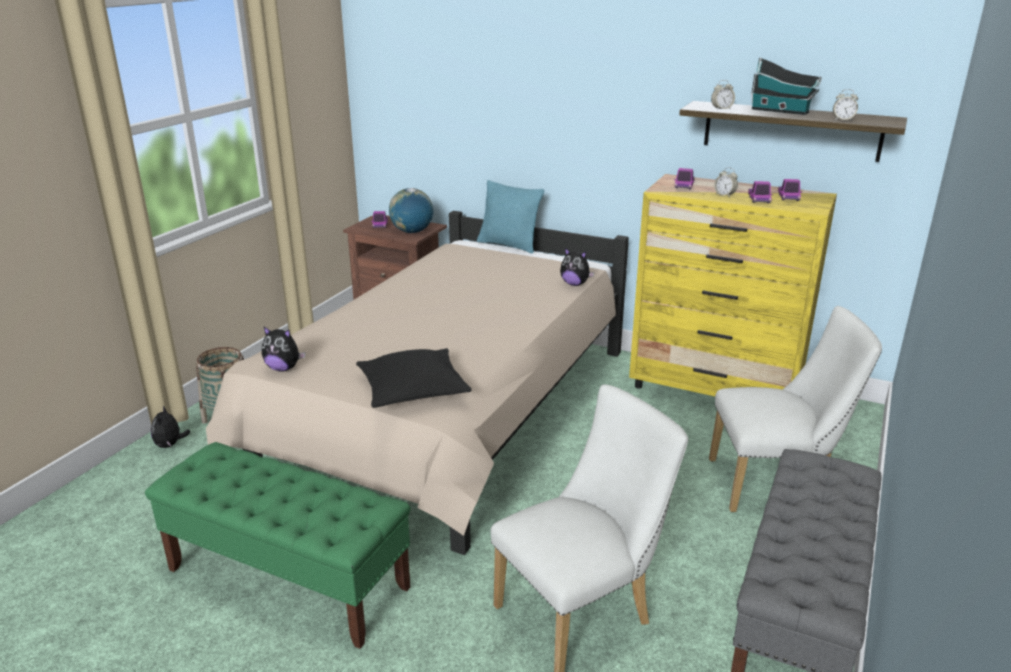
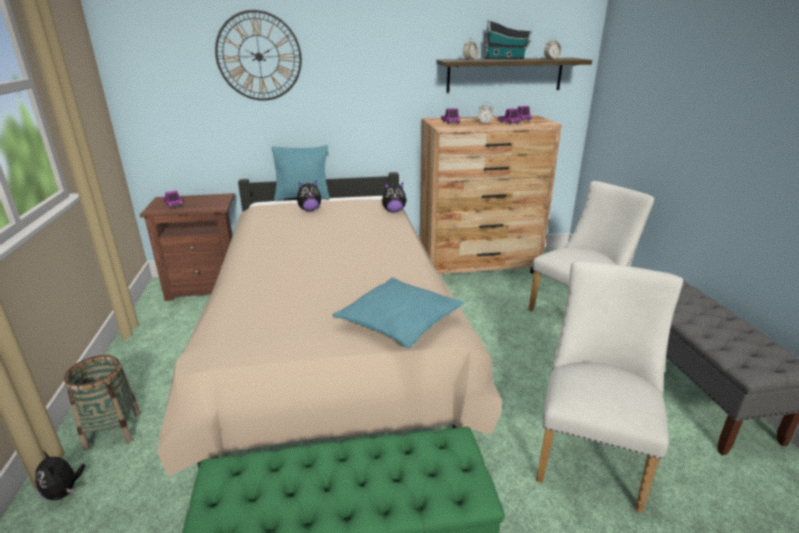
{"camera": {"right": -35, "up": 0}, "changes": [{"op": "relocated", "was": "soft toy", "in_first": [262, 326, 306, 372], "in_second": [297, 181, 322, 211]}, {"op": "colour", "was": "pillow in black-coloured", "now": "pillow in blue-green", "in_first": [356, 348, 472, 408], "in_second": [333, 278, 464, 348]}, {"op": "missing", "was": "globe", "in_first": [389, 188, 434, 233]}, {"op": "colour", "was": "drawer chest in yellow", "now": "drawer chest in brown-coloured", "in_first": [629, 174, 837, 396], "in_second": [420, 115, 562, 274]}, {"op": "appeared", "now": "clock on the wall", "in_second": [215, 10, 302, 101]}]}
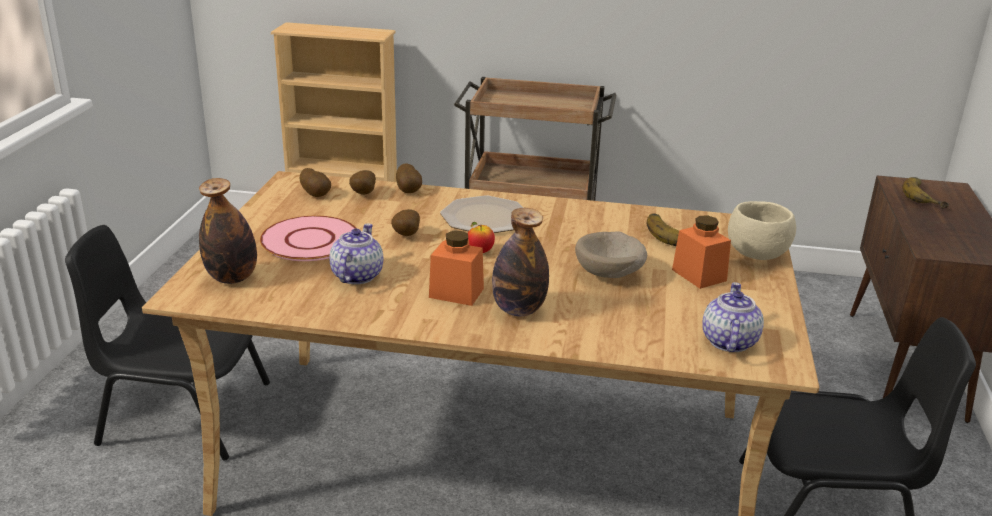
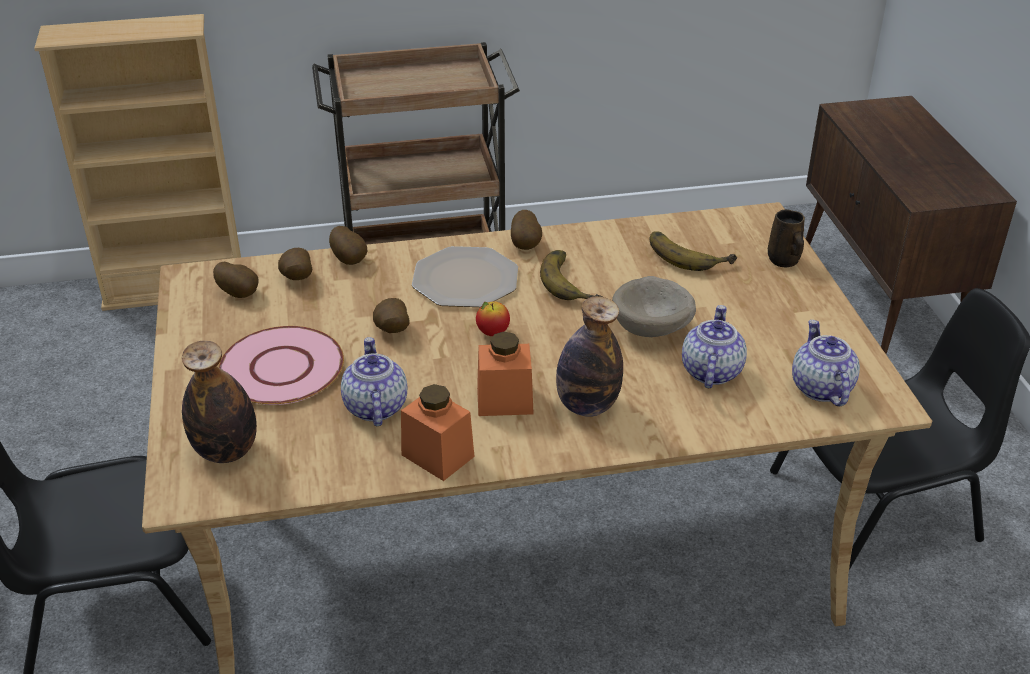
{"camera": {"right": -20, "up": 10}, "changes": [{"op": "relocated", "was": "storage jar in orangey", "in_first": [672, 216, 731, 289], "in_second": [401, 384, 475, 481]}, {"op": "exchanged", "was": "deep dish in beige-coloured", "now": "tea mug in brown-coloured", "in_first": [728, 201, 796, 260], "in_second": [768, 209, 805, 267]}, {"op": "relocated", "was": "whole banana", "in_first": [902, 177, 949, 208], "in_second": [540, 250, 603, 300]}, {"op": "appeared", "now": "potato", "in_second": [511, 210, 542, 250]}, {"op": "appeared", "now": "teapot", "in_second": [682, 305, 747, 388]}]}
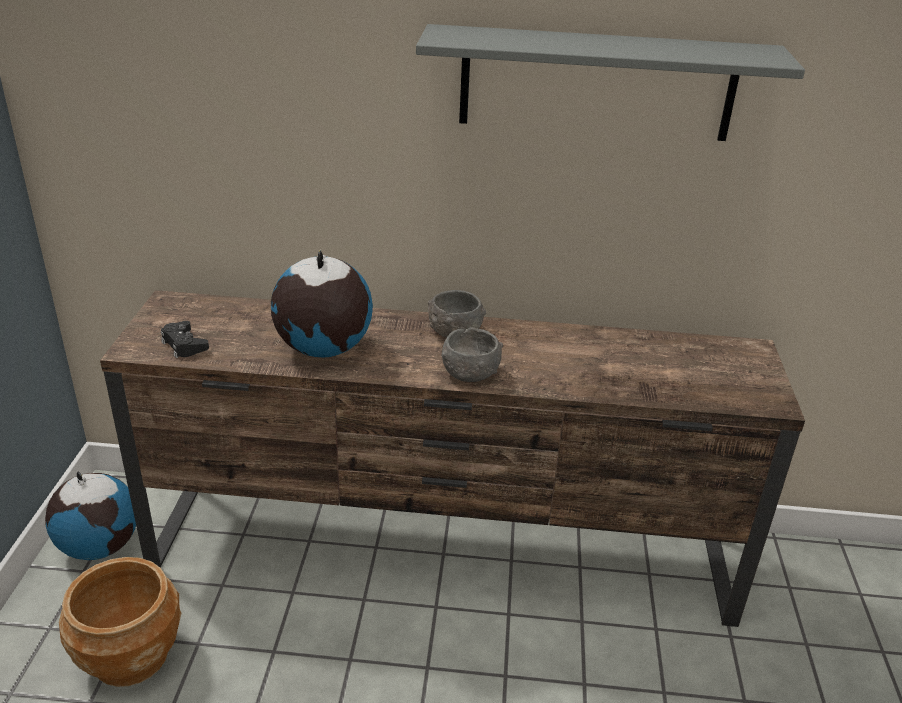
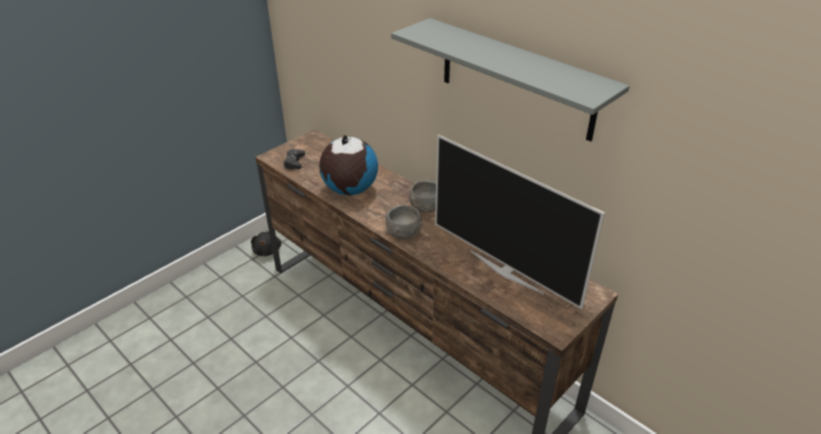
{"camera": {"right": 40, "up": 5}, "changes": [{"op": "exchanged", "was": "globe", "now": "soft toy in black-coloured", "in_first": [45, 472, 136, 560], "in_second": [251, 232, 281, 256]}, {"op": "missing", "was": "planter in brown-coloured", "in_first": [59, 557, 181, 687]}, {"op": "appeared", "now": "TV", "in_second": [435, 134, 605, 309]}]}
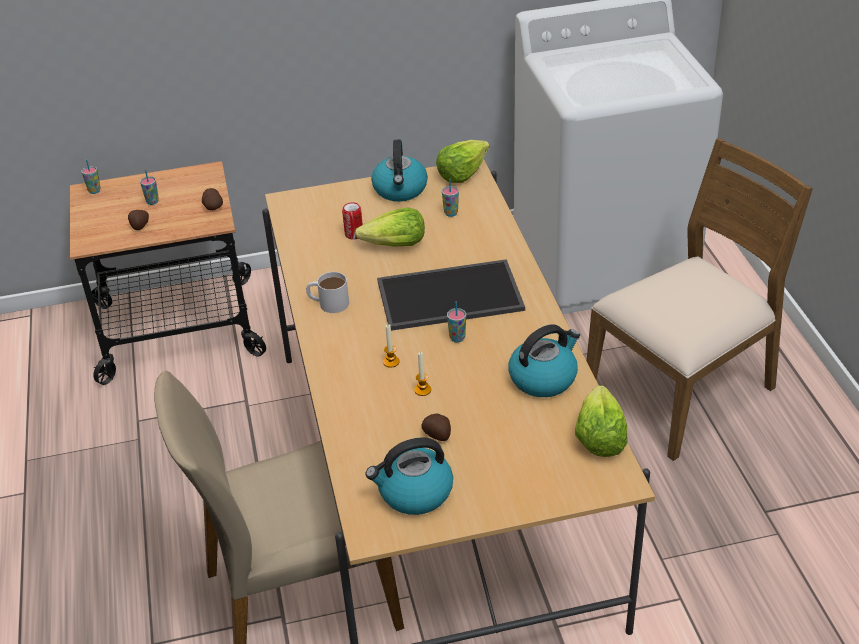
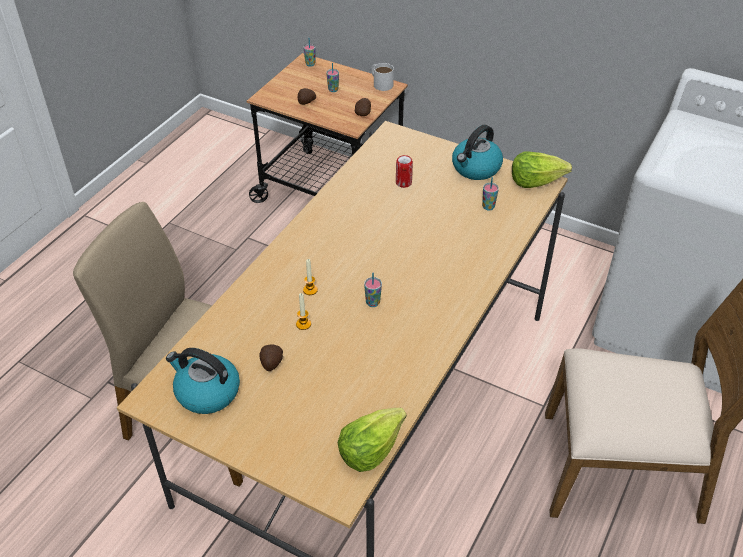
{"camera": {"right": 40, "up": 5}, "changes": [{"op": "relocated", "was": "tea mug in white", "in_first": [306, 272, 349, 313], "in_second": [371, 63, 394, 91]}, {"op": "missing", "was": "head of lettuce", "in_first": [355, 207, 425, 247]}, {"op": "missing", "was": "tray", "in_first": [377, 259, 525, 331]}, {"op": "missing", "was": "kettle", "in_first": [508, 324, 580, 397]}]}
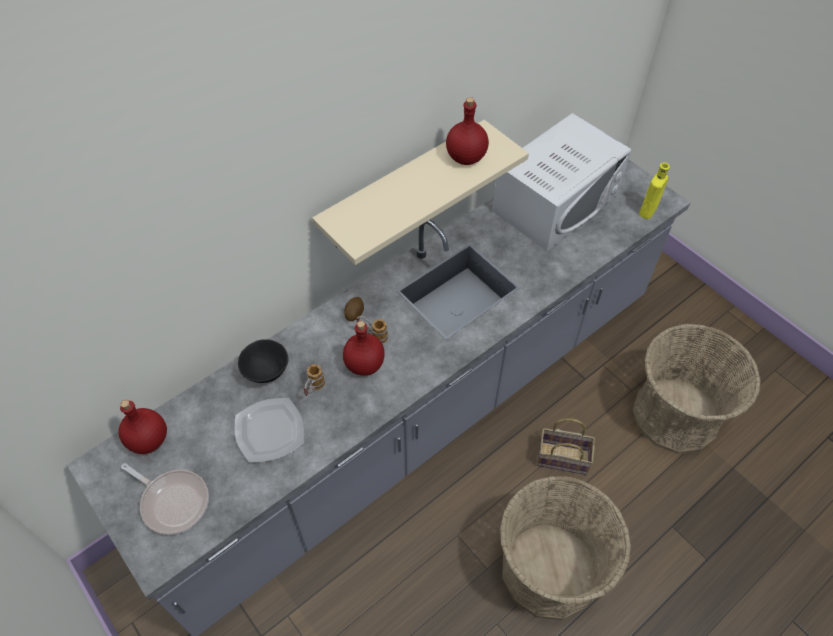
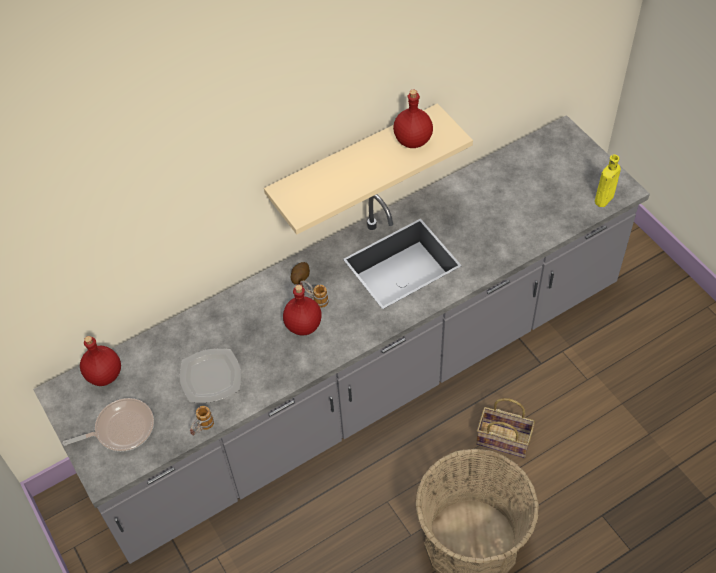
{"camera": {"right": 10, "up": 0}, "changes": [{"op": "spun", "was": "skillet", "in_first": [121, 463, 209, 535], "in_second": [63, 398, 154, 452], "clockwise": -60}, {"op": "missing", "was": "deep dish in black-coloured", "in_first": [238, 339, 288, 383]}, {"op": "relocated", "was": "tea mug", "in_first": [304, 364, 325, 396], "in_second": [190, 406, 214, 435]}, {"op": "missing", "was": "kitchen microwave in white", "in_first": [492, 113, 631, 251]}, {"op": "missing", "was": "storage basket", "in_first": [633, 324, 761, 454]}]}
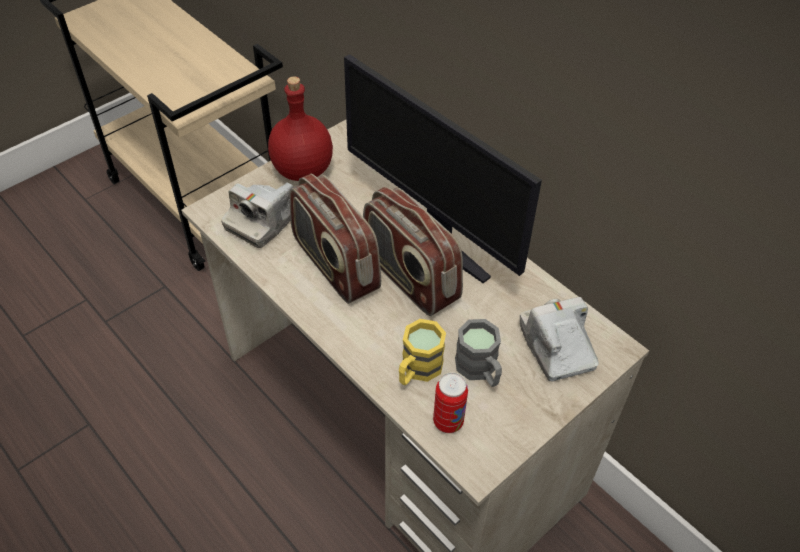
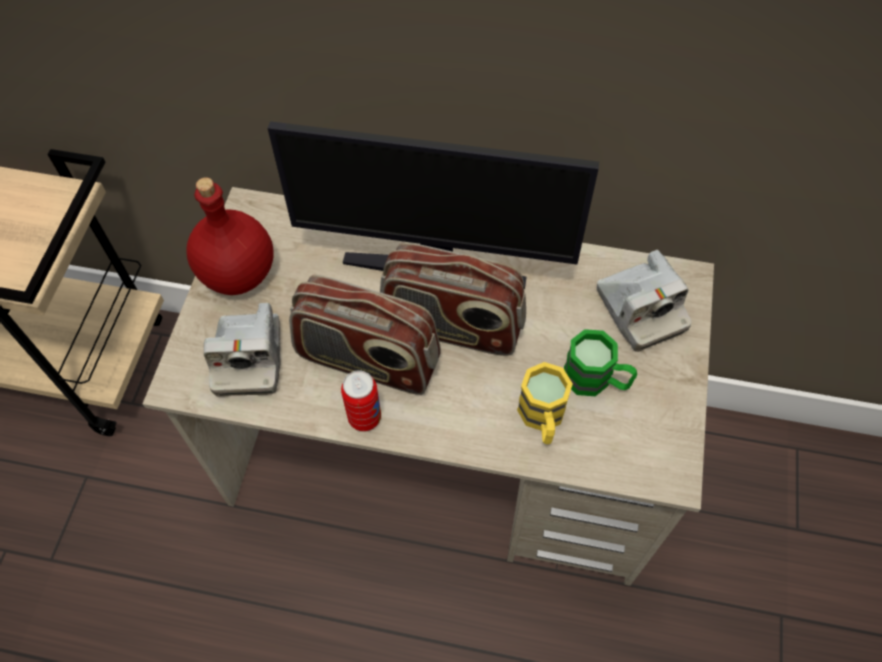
{"camera": {"right": -35, "up": 10}, "changes": [{"op": "relocated", "was": "can", "in_first": [433, 373, 468, 433], "in_second": [341, 370, 381, 431]}, {"op": "colour", "was": "tea mug in greyish", "now": "tea mug in green", "in_first": [455, 319, 502, 387], "in_second": [564, 329, 637, 396]}, {"op": "spun", "was": "photo camera", "in_first": [520, 297, 599, 382], "in_second": [597, 250, 692, 352], "clockwise": -150}]}
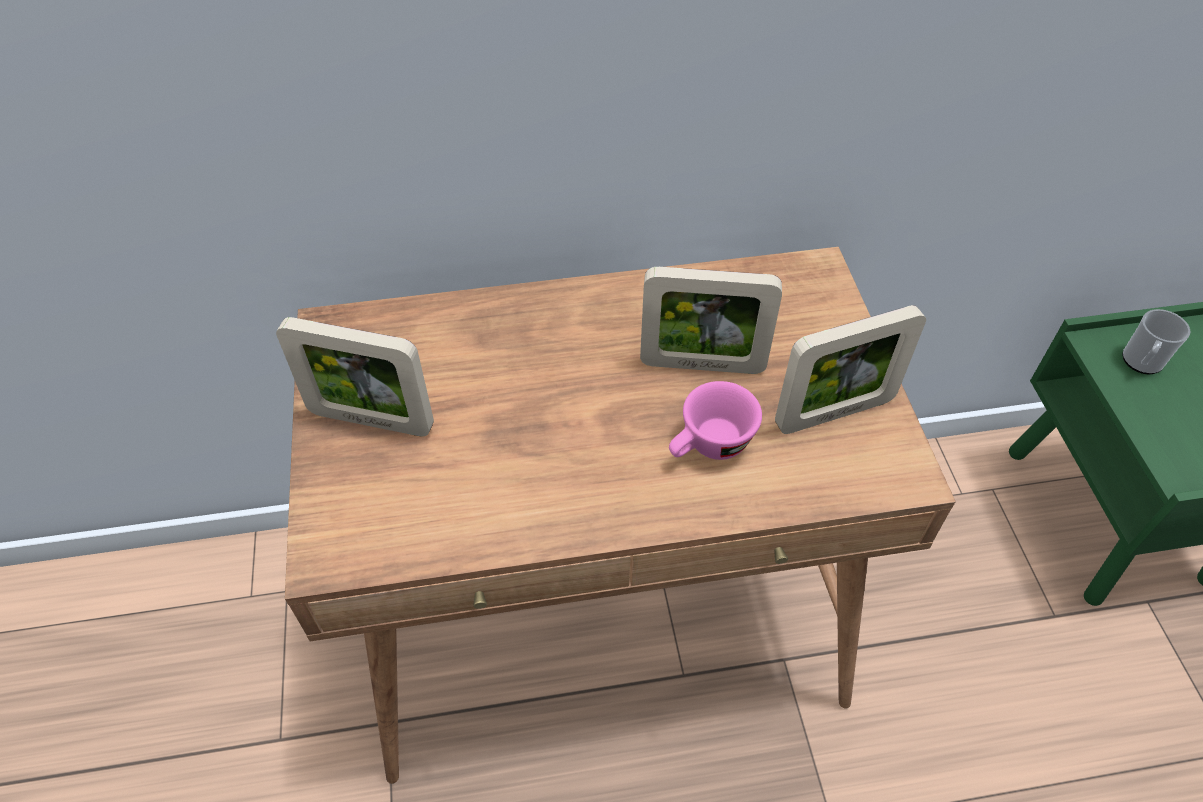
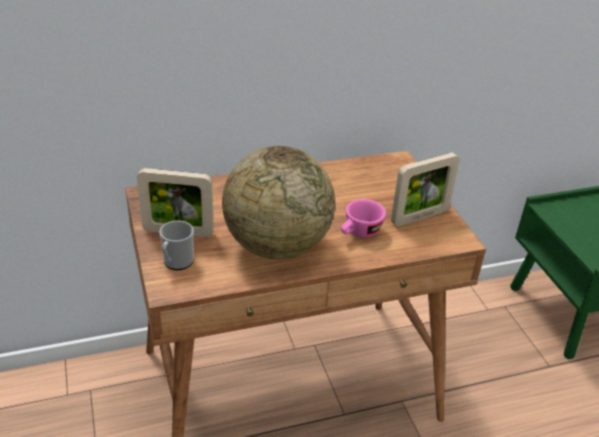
{"camera": {"right": -10, "up": -15}, "changes": [{"op": "missing", "was": "picture frame", "in_first": [640, 267, 782, 374]}, {"op": "relocated", "was": "tea mug", "in_first": [1122, 309, 1190, 374], "in_second": [159, 220, 194, 270]}, {"op": "appeared", "now": "globe", "in_second": [222, 146, 335, 259]}]}
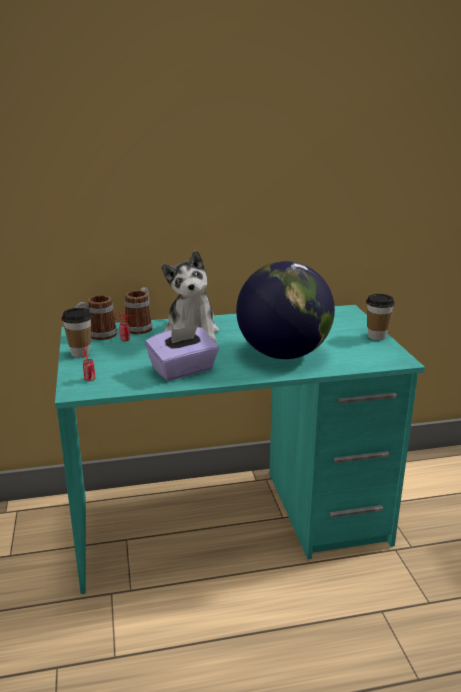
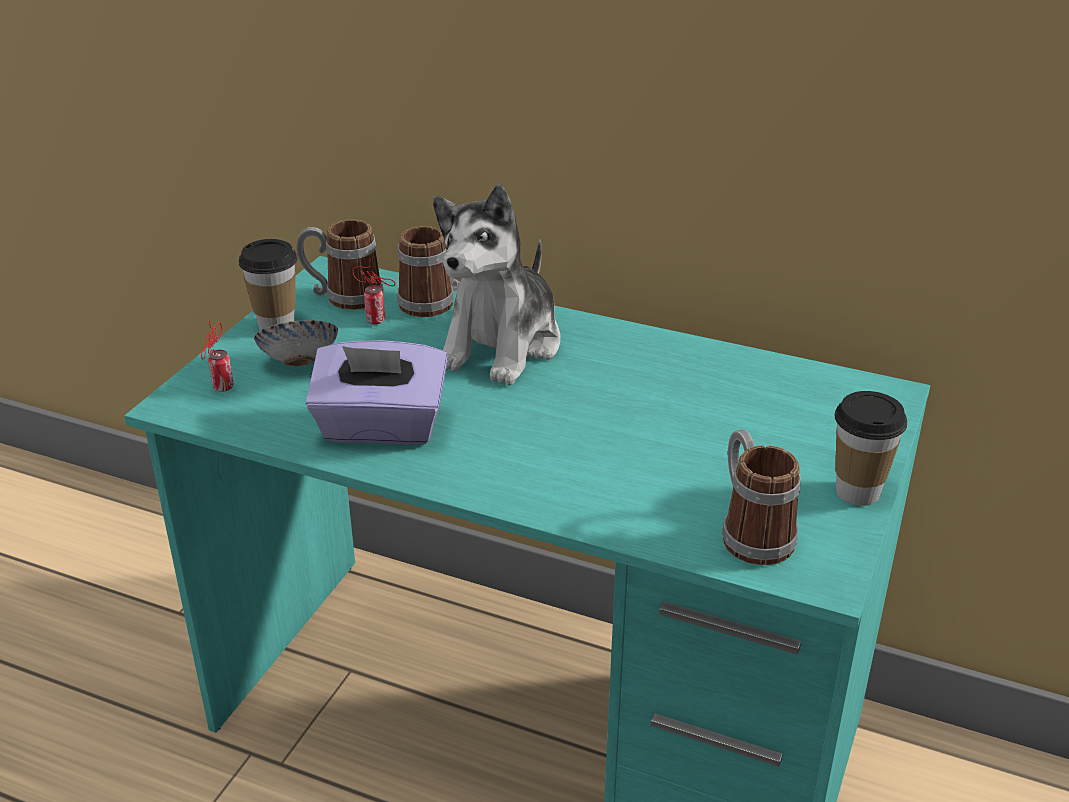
{"camera": {"right": 35, "up": 10}, "changes": [{"op": "missing", "was": "globe", "in_first": [236, 261, 335, 359]}, {"op": "appeared", "now": "deep dish", "in_second": [254, 320, 338, 366]}, {"op": "appeared", "now": "tea mug", "in_second": [722, 429, 801, 565]}]}
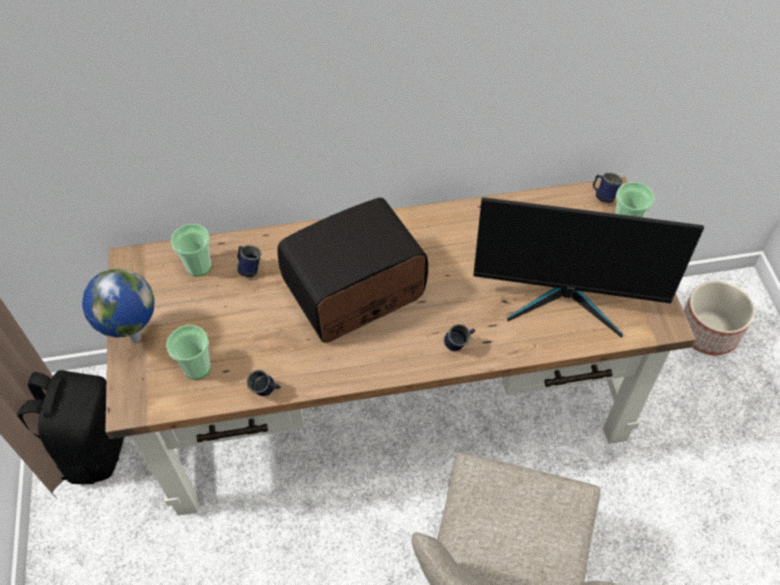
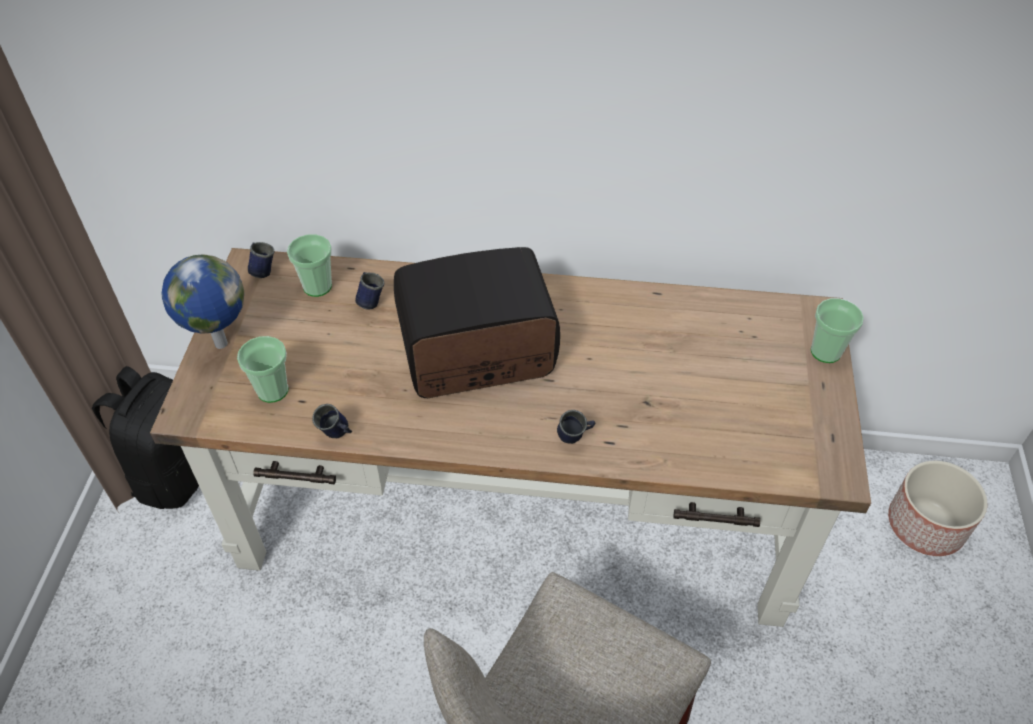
{"camera": {"right": 15, "up": -5}, "changes": [{"op": "missing", "was": "monitor", "in_first": [473, 197, 704, 338]}, {"op": "relocated", "was": "tea mug in blue", "in_first": [593, 173, 623, 203], "in_second": [248, 242, 274, 278]}]}
